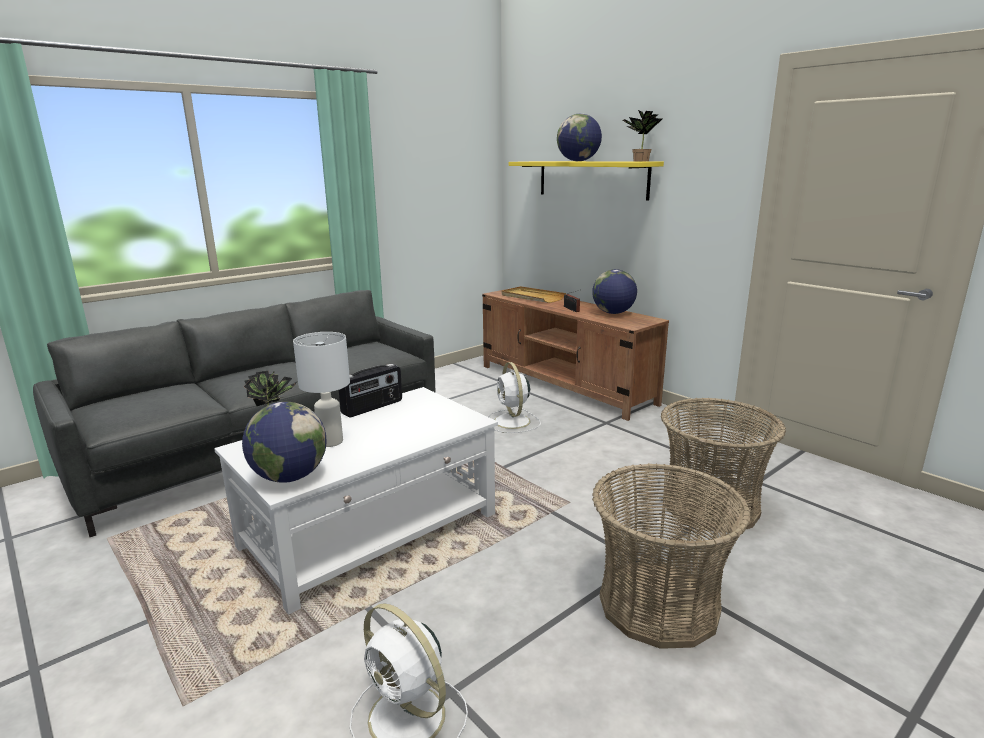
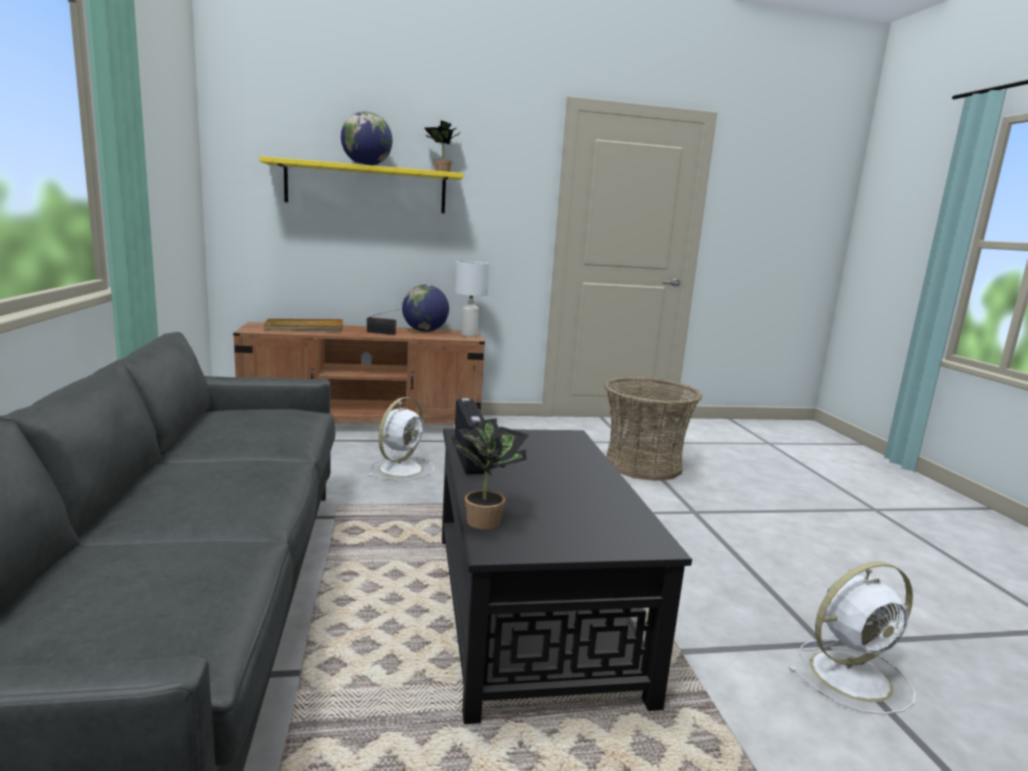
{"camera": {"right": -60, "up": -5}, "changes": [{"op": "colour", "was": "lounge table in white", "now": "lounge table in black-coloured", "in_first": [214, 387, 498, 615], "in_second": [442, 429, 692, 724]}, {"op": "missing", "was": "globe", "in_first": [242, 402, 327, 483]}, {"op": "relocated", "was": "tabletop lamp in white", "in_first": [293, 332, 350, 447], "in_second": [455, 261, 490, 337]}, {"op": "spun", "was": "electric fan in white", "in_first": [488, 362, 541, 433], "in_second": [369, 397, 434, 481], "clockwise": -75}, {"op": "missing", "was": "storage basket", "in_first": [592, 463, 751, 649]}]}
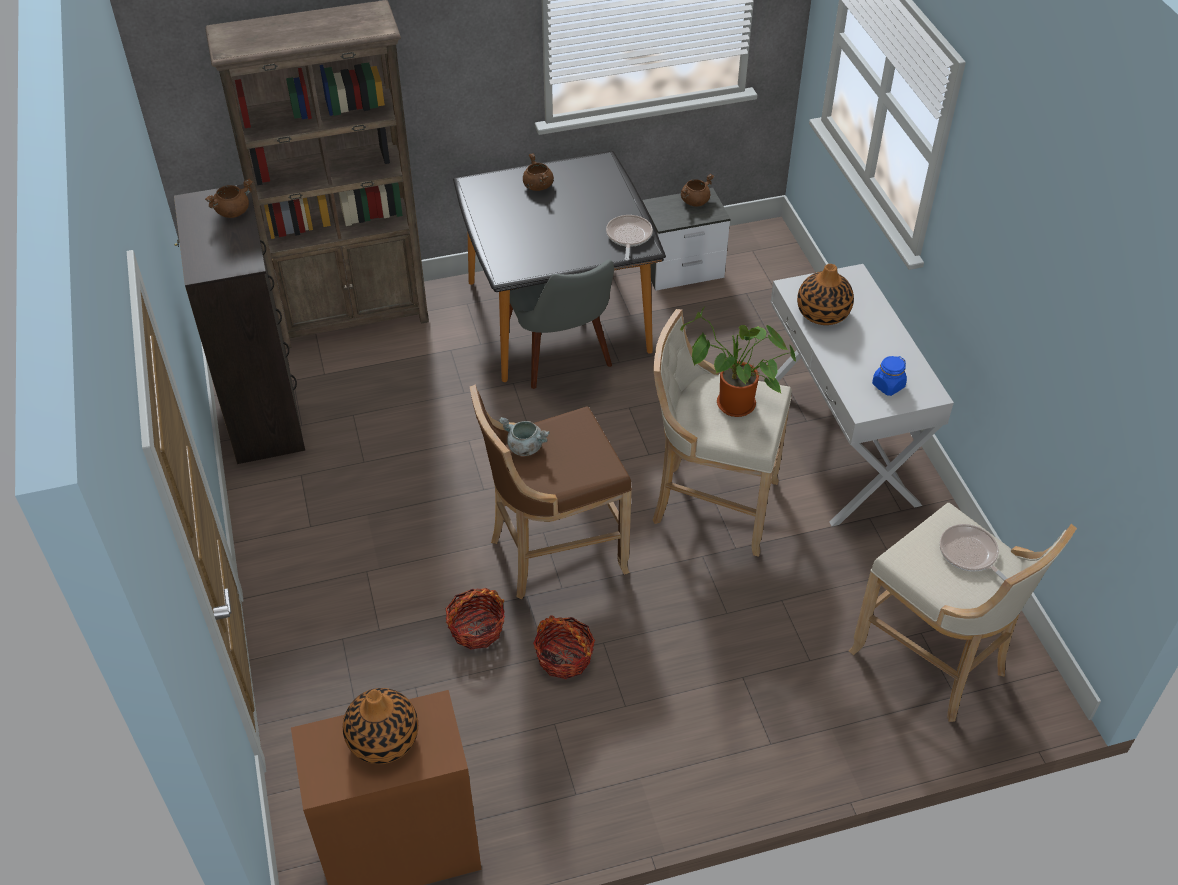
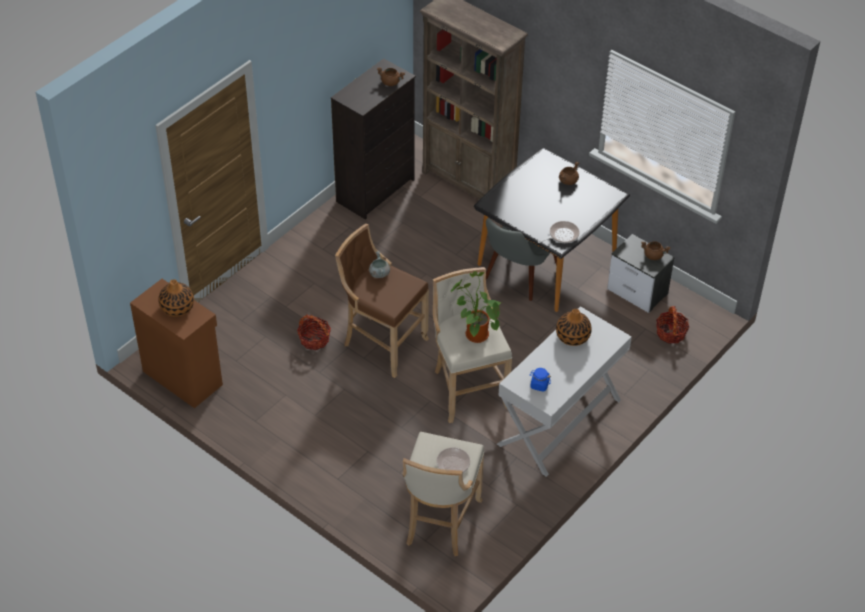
{"camera": {"right": 55, "up": 0}, "changes": [{"op": "relocated", "was": "storage basket", "in_first": [533, 615, 595, 679], "in_second": [656, 306, 689, 344]}]}
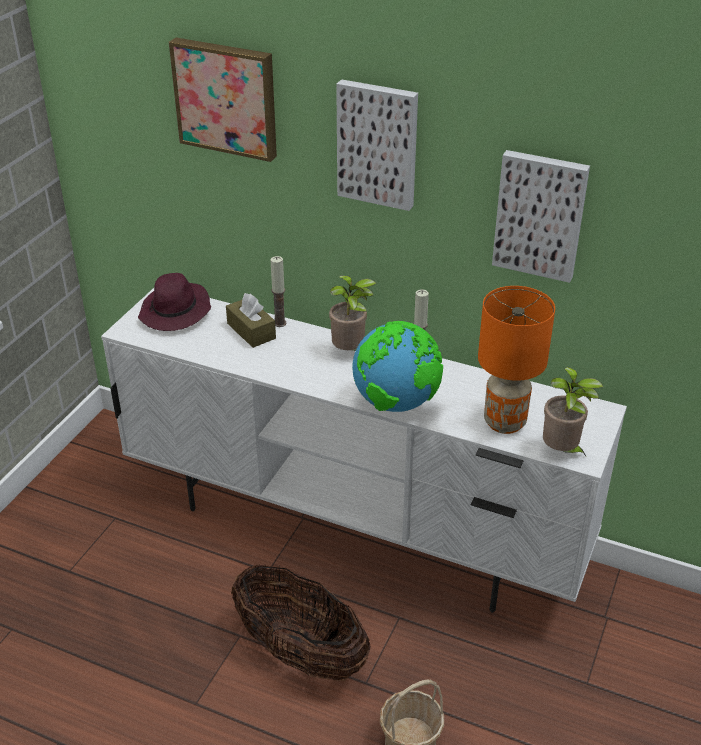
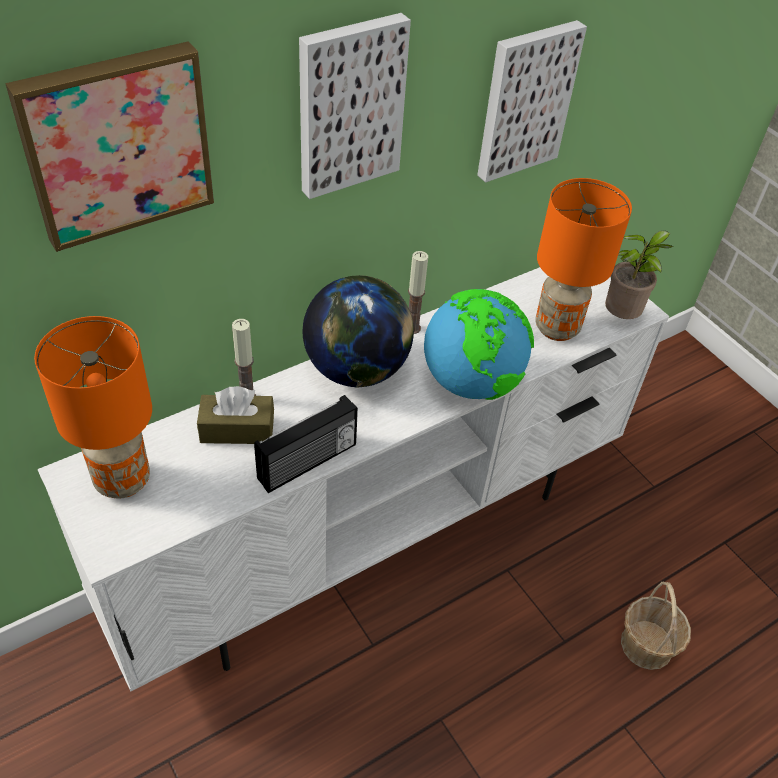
{"camera": {"right": -60, "up": 10}, "changes": [{"op": "exchanged", "was": "clothing hat in purple-coloured", "now": "tabletop lamp in orangey", "in_first": [138, 273, 211, 331], "in_second": [34, 316, 152, 499]}, {"op": "missing", "was": "storage basket", "in_first": [231, 564, 370, 681]}, {"op": "exchanged", "was": "potted plant", "now": "globe", "in_first": [329, 276, 377, 351], "in_second": [303, 275, 414, 388]}, {"op": "appeared", "now": "radio", "in_second": [254, 395, 358, 493]}]}
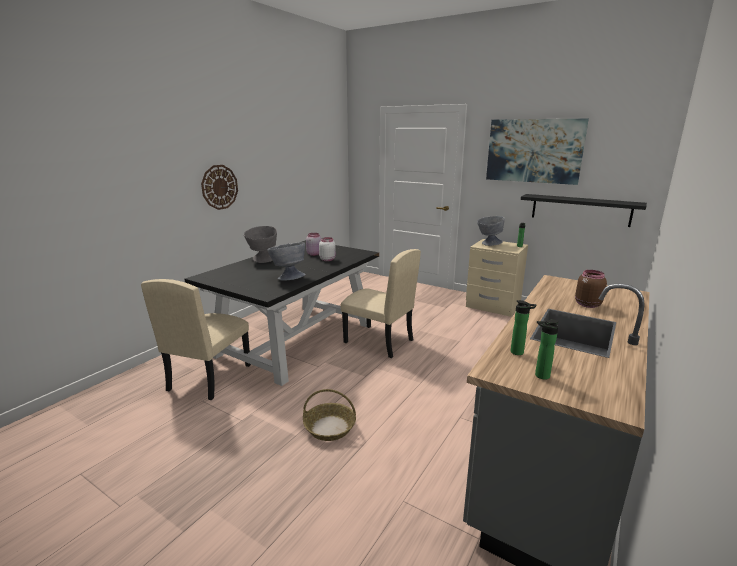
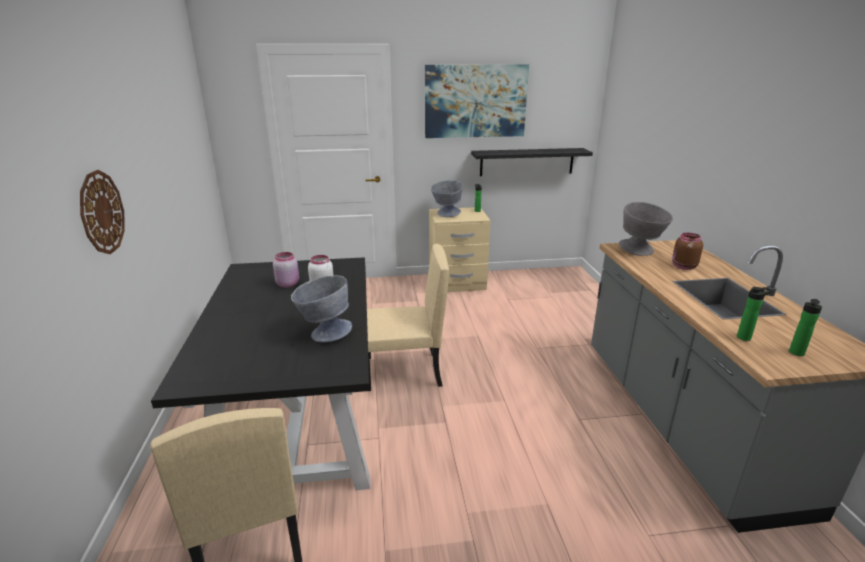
{"camera": {"right": -40, "up": 5}, "changes": [{"op": "relocated", "was": "deep dish in greyish", "in_first": [244, 226, 277, 263], "in_second": [619, 202, 673, 256]}, {"op": "missing", "was": "storage basket", "in_first": [303, 389, 356, 441]}]}
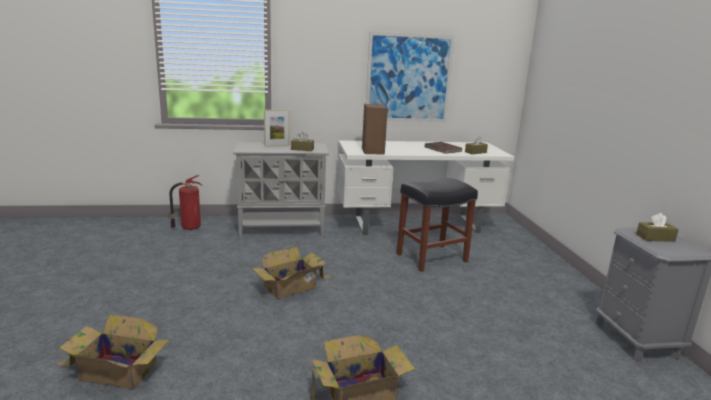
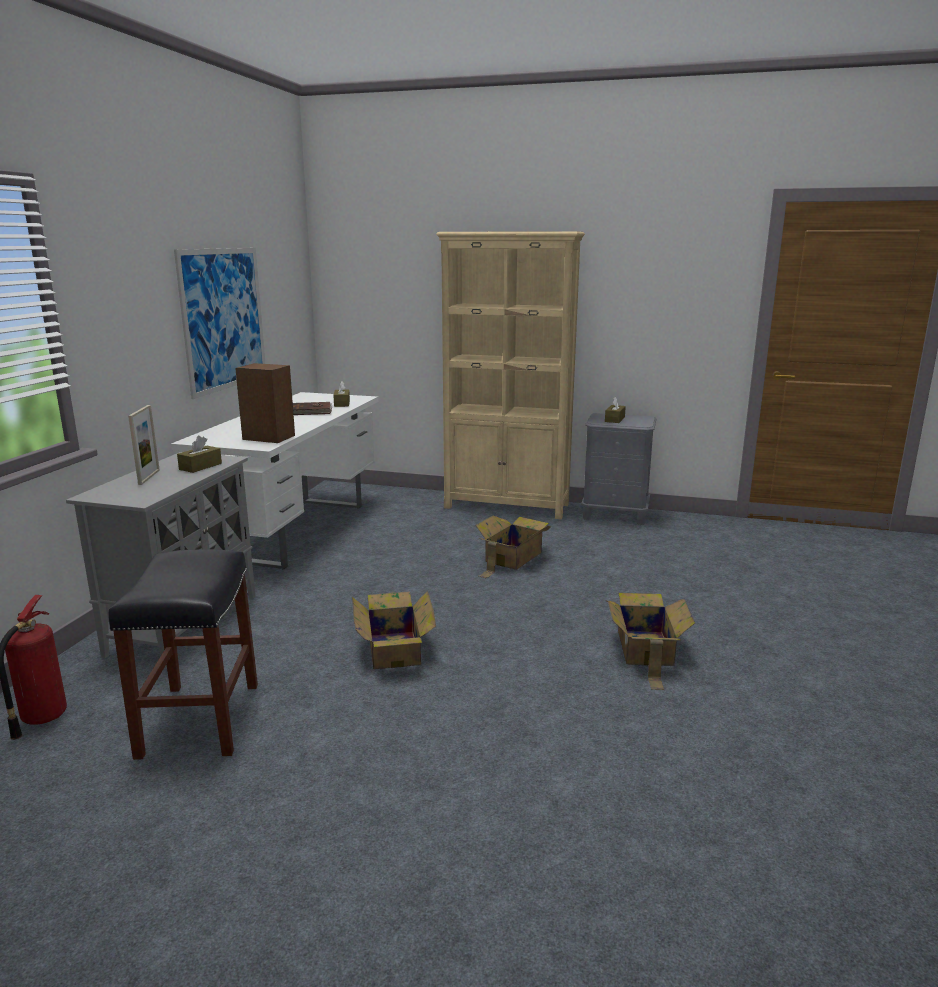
{"camera": {"right": -65, "up": 0}, "changes": [{"op": "relocated", "was": "packing box", "in_first": [55, 314, 169, 389], "in_second": [475, 516, 551, 579]}, {"op": "relocated", "was": "stool seat in black-coloured", "in_first": [396, 178, 478, 272], "in_second": [108, 549, 258, 760]}, {"op": "appeared", "now": "bookcase in beige-coloured", "in_second": [436, 231, 585, 519]}]}
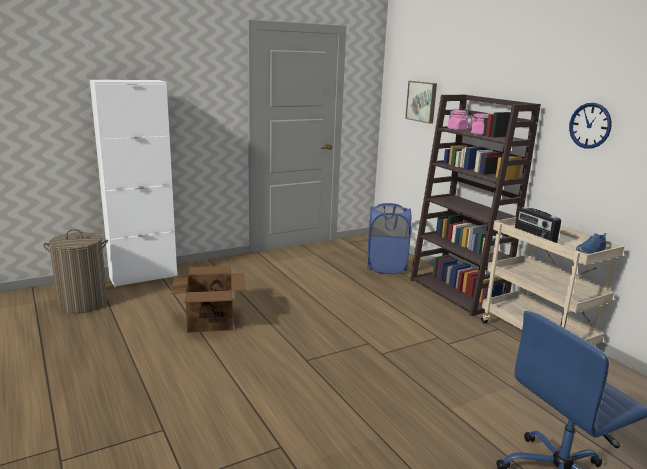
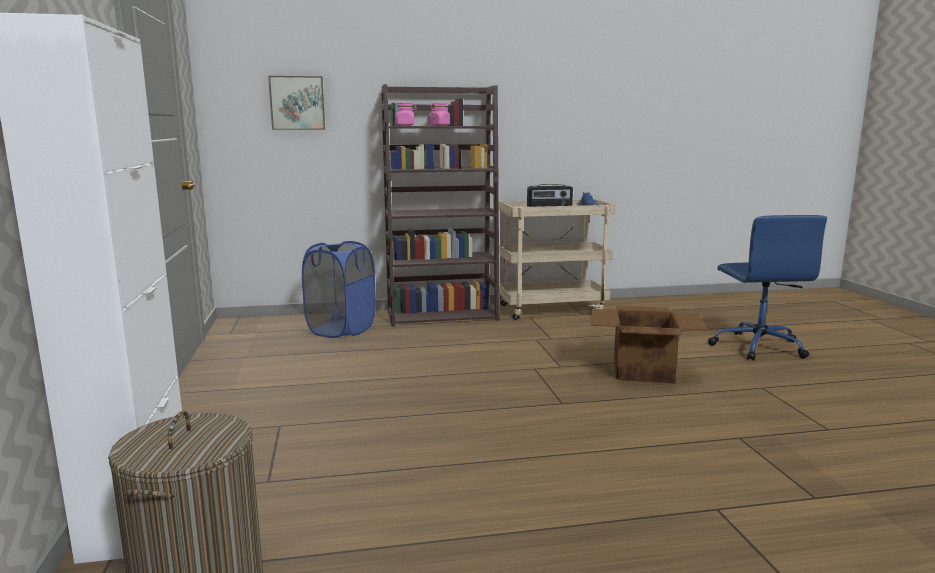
{"camera": {"right": -70, "up": -5}, "changes": [{"op": "relocated", "was": "packing box", "in_first": [171, 266, 246, 333], "in_second": [590, 305, 708, 384]}, {"op": "missing", "was": "clock on the wall", "in_first": [569, 103, 612, 149]}]}
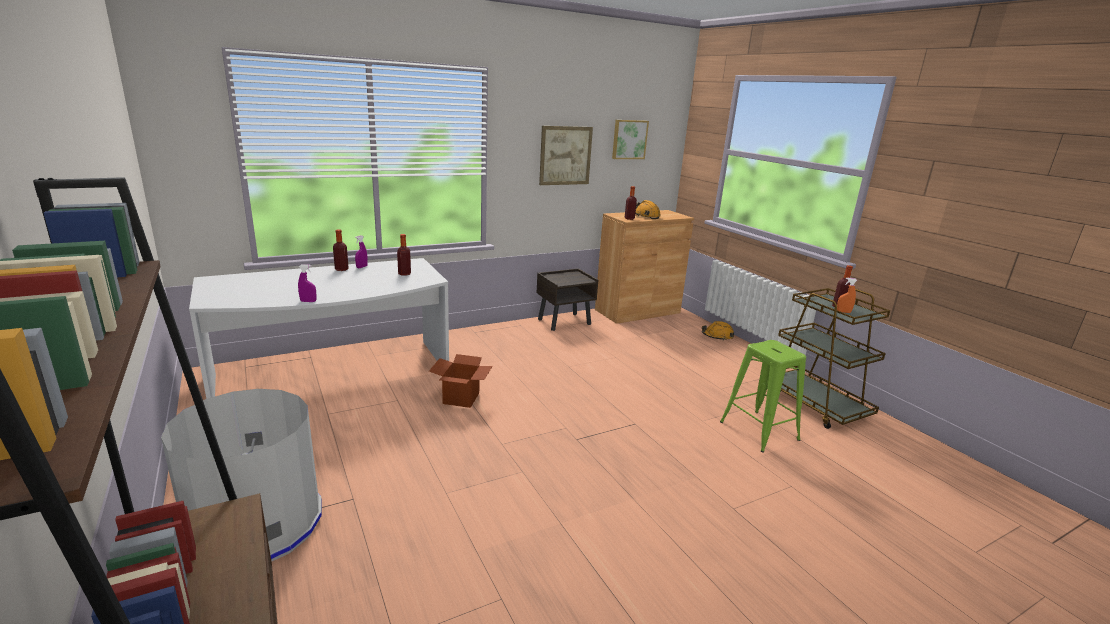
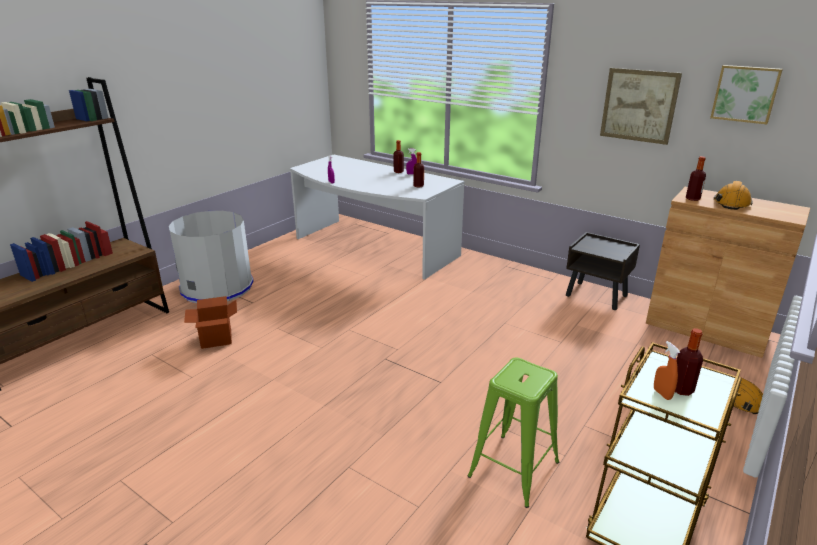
{"camera": {"right": 65, "up": 5}, "changes": [{"op": "relocated", "was": "packing box", "in_first": [429, 354, 493, 408], "in_second": [184, 296, 237, 349]}]}
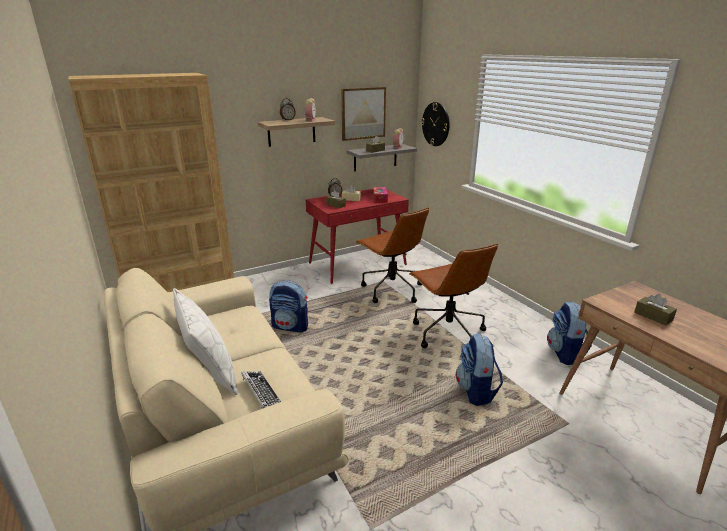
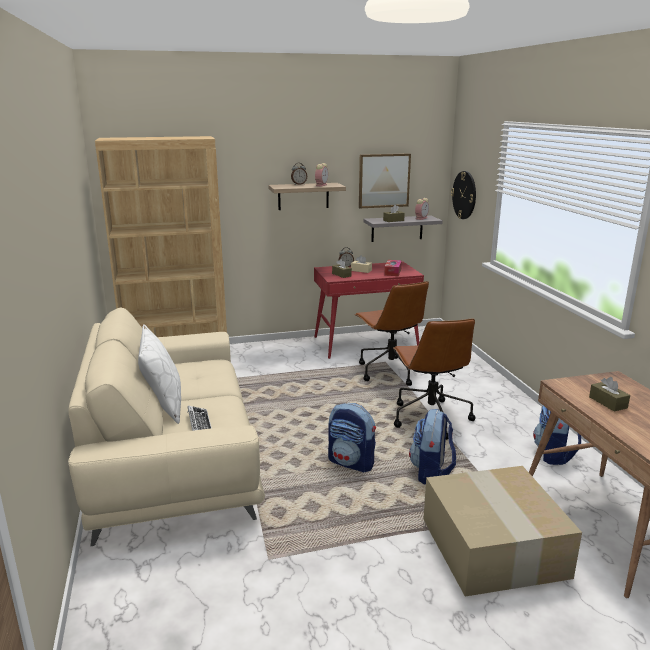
{"camera": {"right": 15, "up": -5}, "changes": [{"op": "relocated", "was": "backpack", "in_first": [269, 280, 308, 333], "in_second": [328, 403, 376, 472]}, {"op": "appeared", "now": "packing box", "in_second": [423, 466, 582, 597]}]}
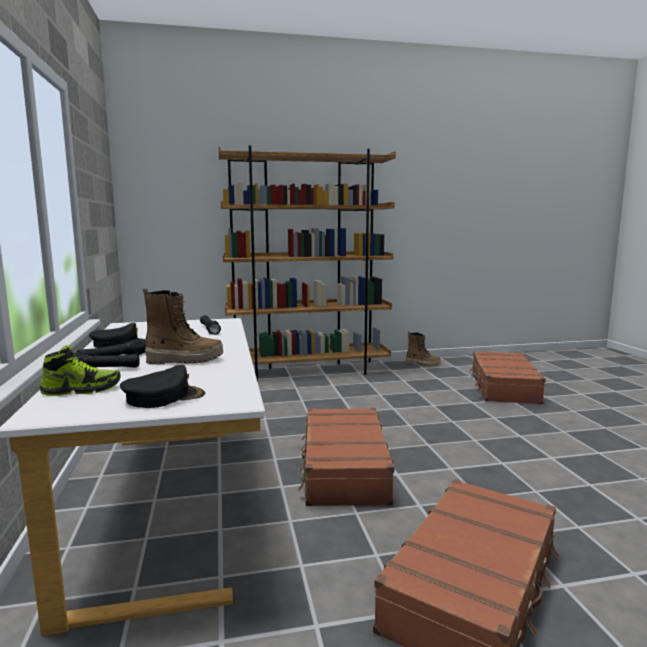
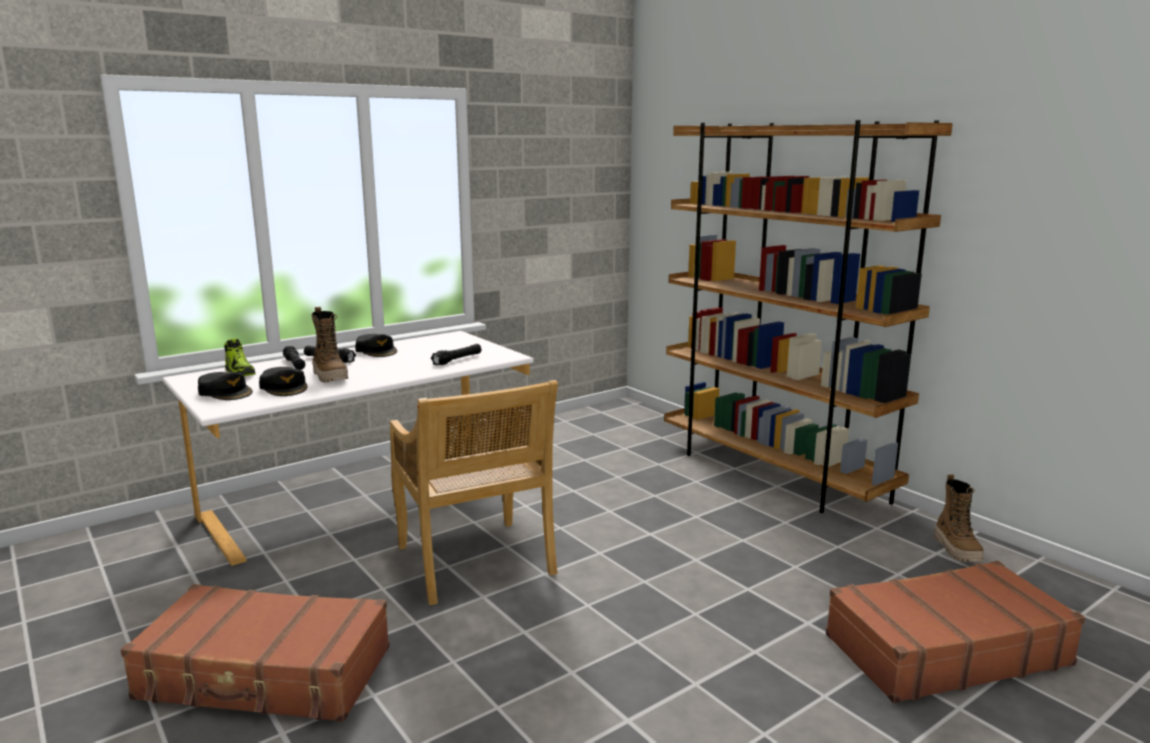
{"camera": {"right": 65, "up": 5}, "changes": [{"op": "exchanged", "was": "travel case in brown-coloured", "now": "plain chair in beige-coloured", "in_first": [298, 408, 394, 506], "in_second": [390, 380, 558, 605]}, {"op": "appeared", "now": "baseball cap in black-coloured", "in_second": [259, 367, 307, 396]}]}
